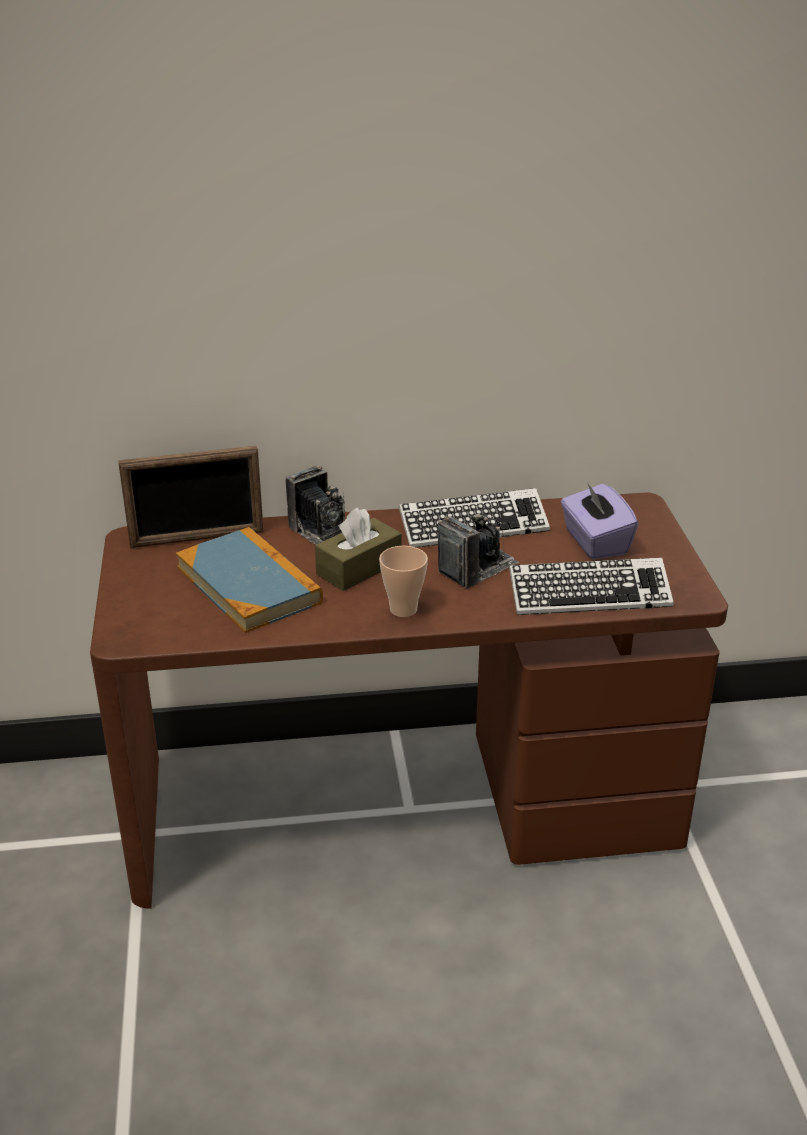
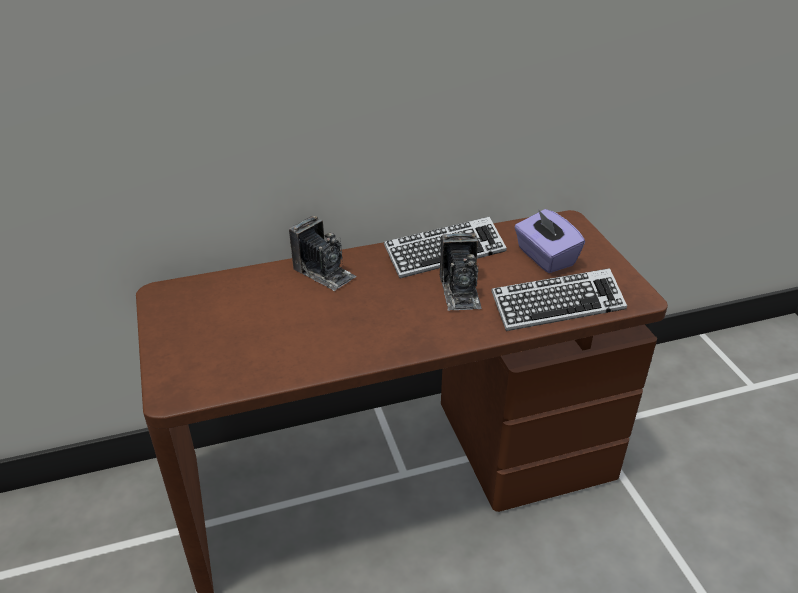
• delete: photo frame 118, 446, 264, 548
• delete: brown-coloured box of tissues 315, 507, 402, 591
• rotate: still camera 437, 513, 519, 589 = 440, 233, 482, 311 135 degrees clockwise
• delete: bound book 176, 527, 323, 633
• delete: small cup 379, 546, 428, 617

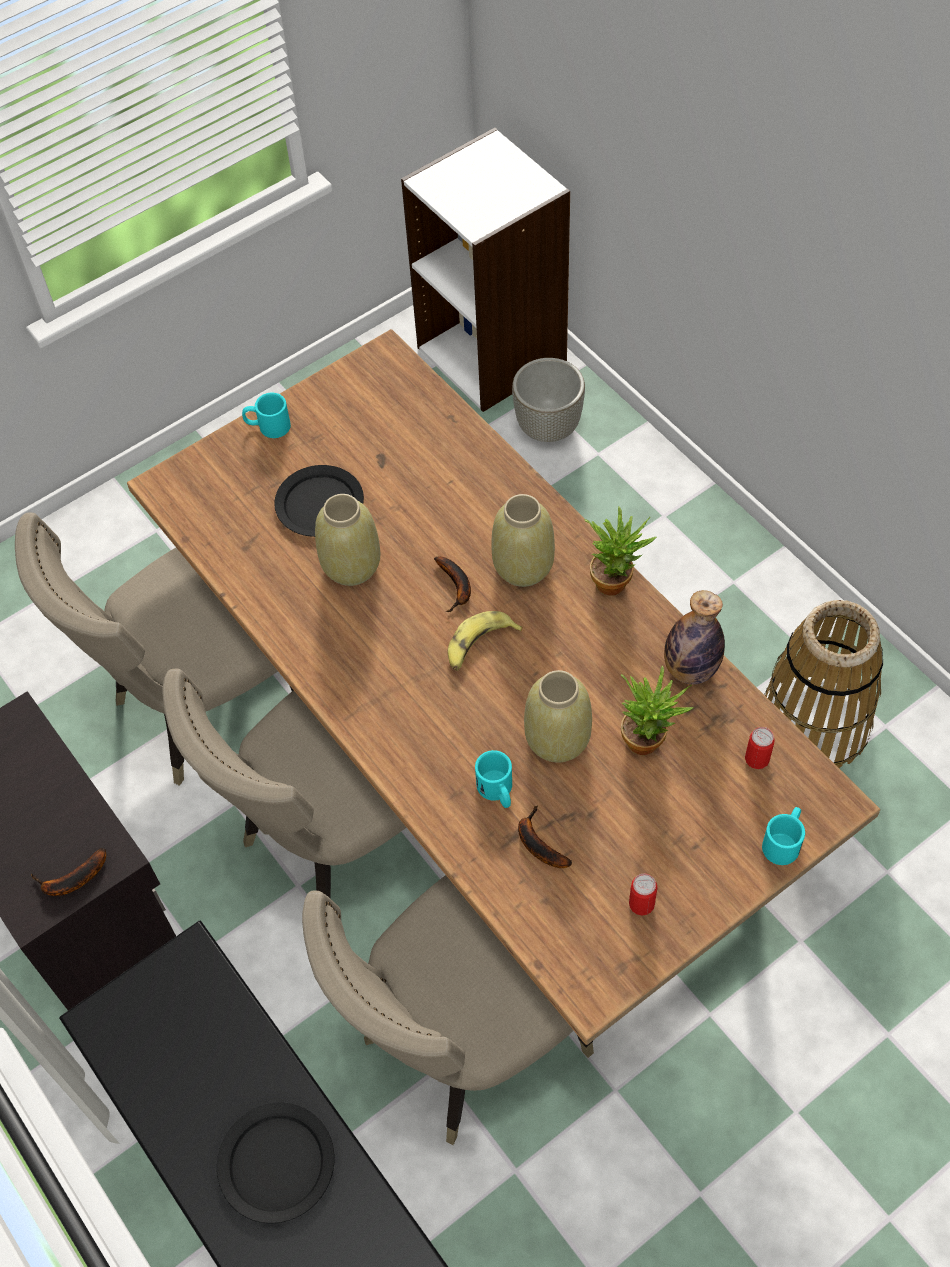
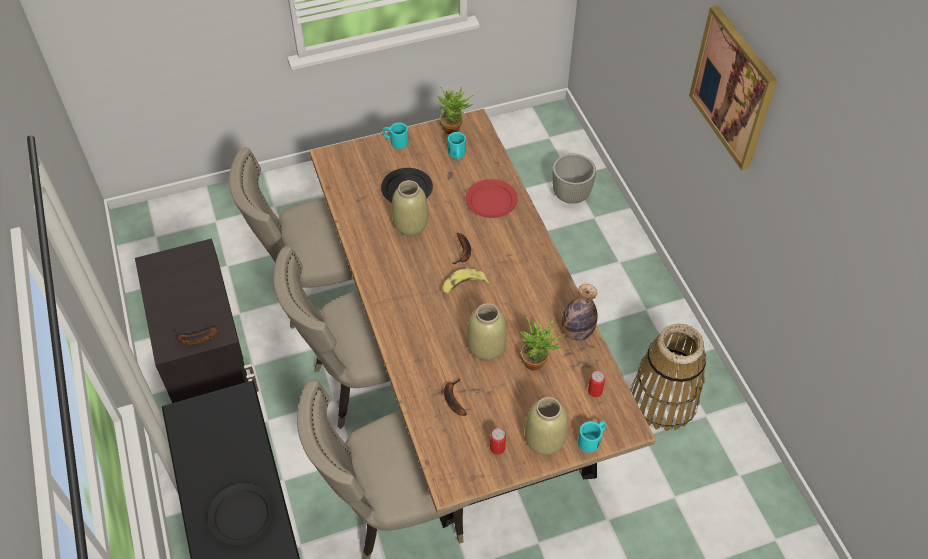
• delete: whitish bookshelf 401, 128, 570, 412
• move: sand-coloured flower vase 492, 494, 555, 587 to 525, 397, 568, 455
• move: potted plant 584, 506, 656, 596 to 438, 86, 473, 134
• move: turquoise-coloured tea mug 475, 750, 512, 808 to 448, 132, 466, 161
• insert: wall art 689, 5, 777, 170
• insert: red-coloured flat dish 466, 179, 518, 218

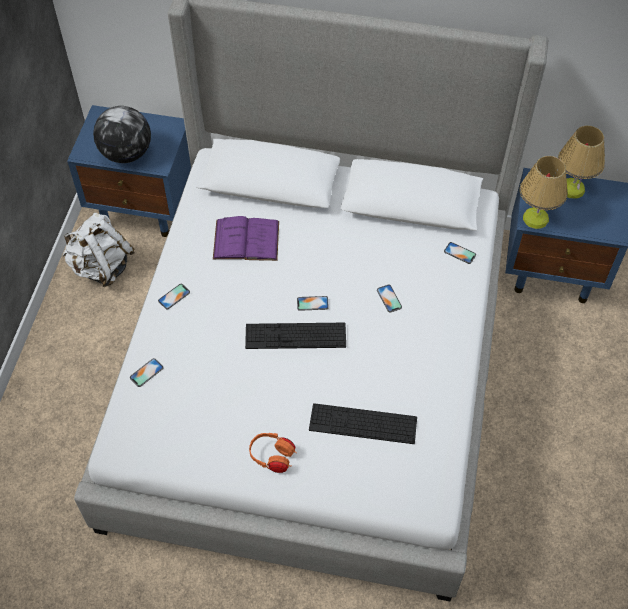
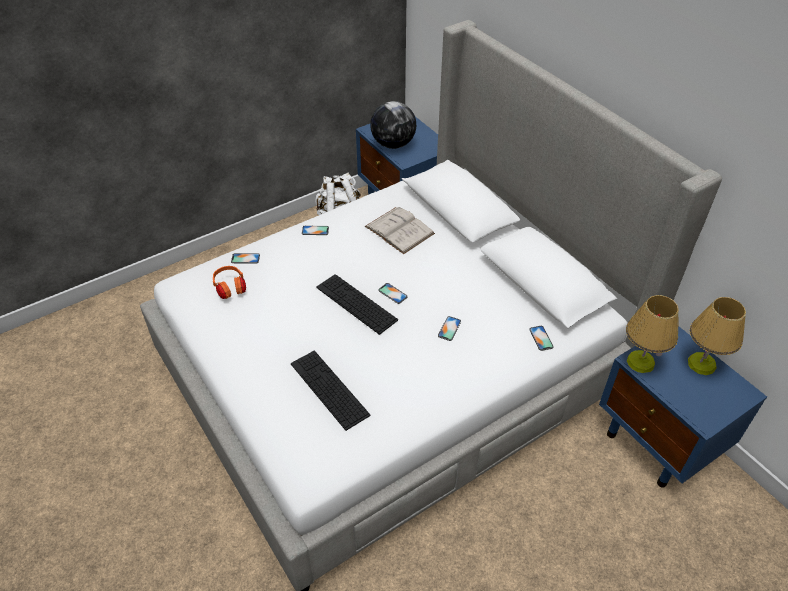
• recolor: purplish bound book 213, 216, 279, 261 to whitish bound book 365, 207, 435, 254
• move: orangey headset 249, 433, 297, 473 to 213, 266, 246, 299

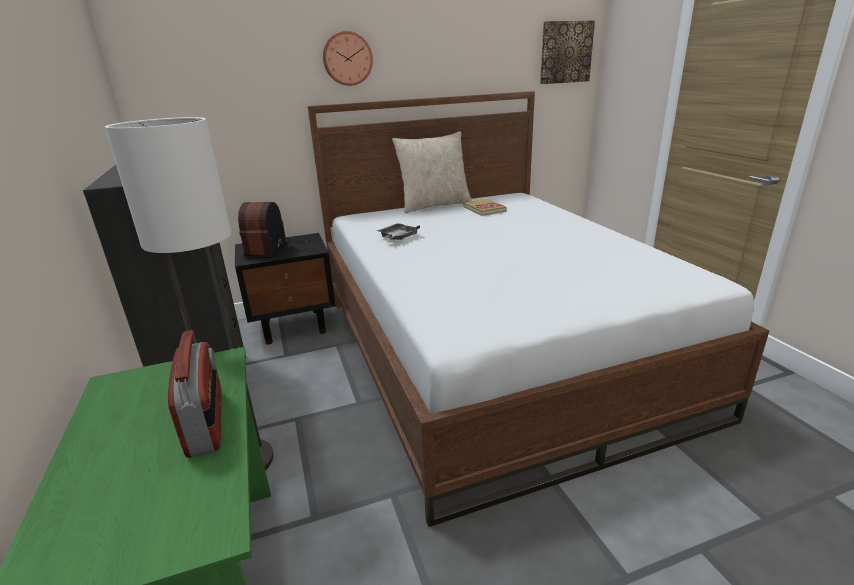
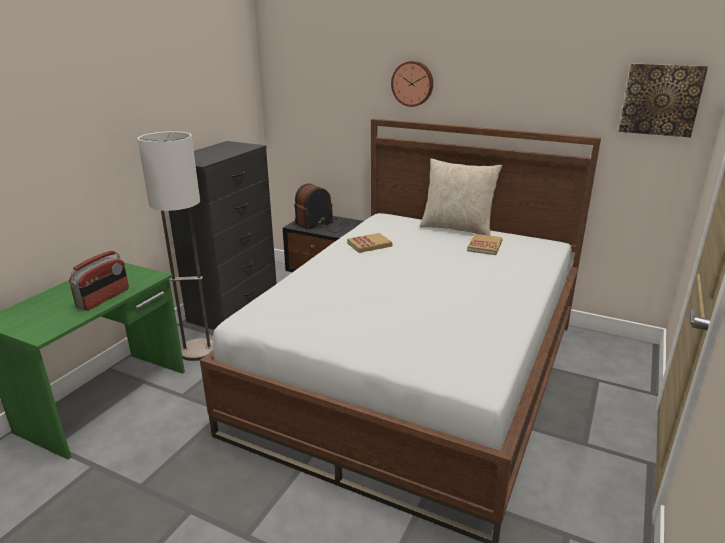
• replace: gray serving tray 377, 223, 420, 240 to bound book 347, 233, 393, 253

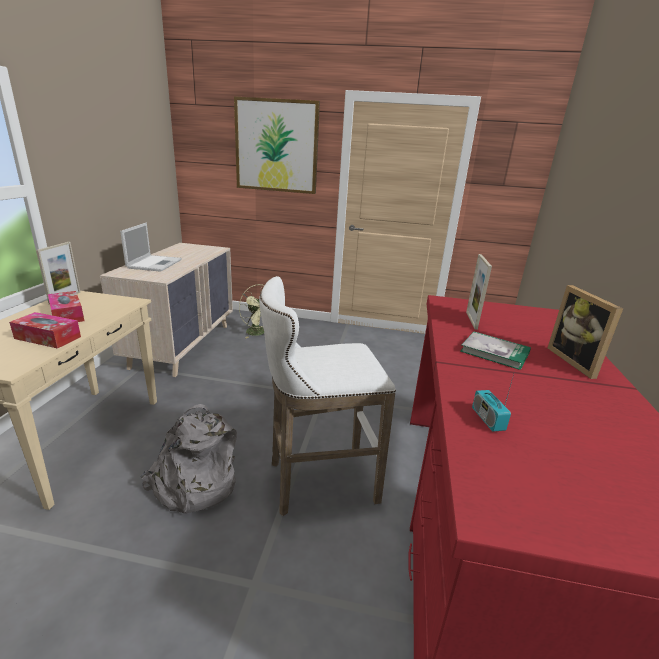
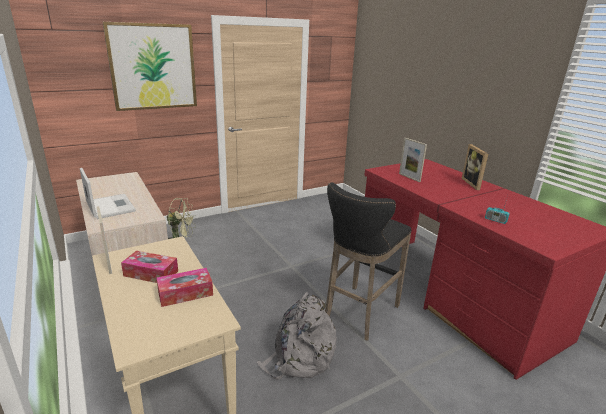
• recolor: whitish stool seat 259, 276, 396, 516 to black stool seat 325, 182, 412, 340
• rotate: photo frame 548, 285, 623, 379 = 462, 144, 488, 190 45 degrees clockwise
• delete: bound book 460, 332, 531, 370

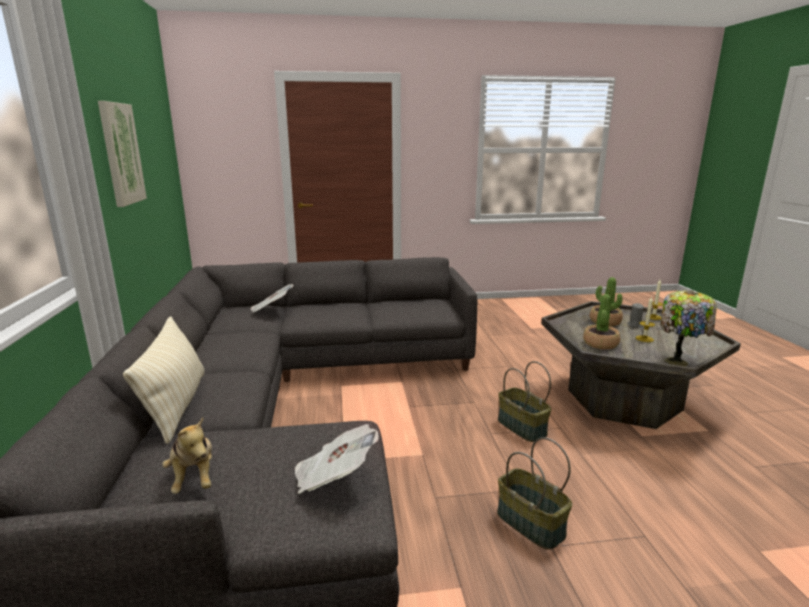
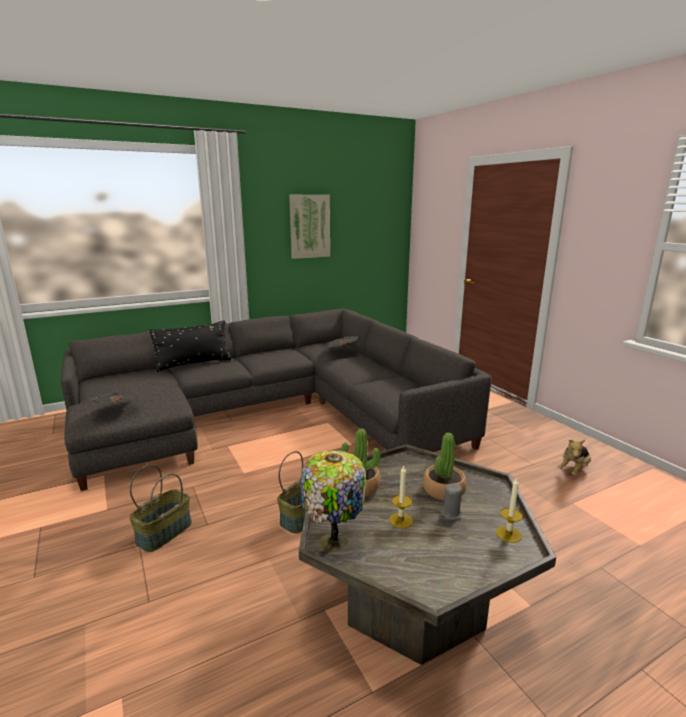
• recolor: sand-coloured pillow 123, 316, 204, 444 to black pillow 149, 320, 232, 372
• move: cuddly toy 162, 417, 212, 494 to 558, 440, 591, 476

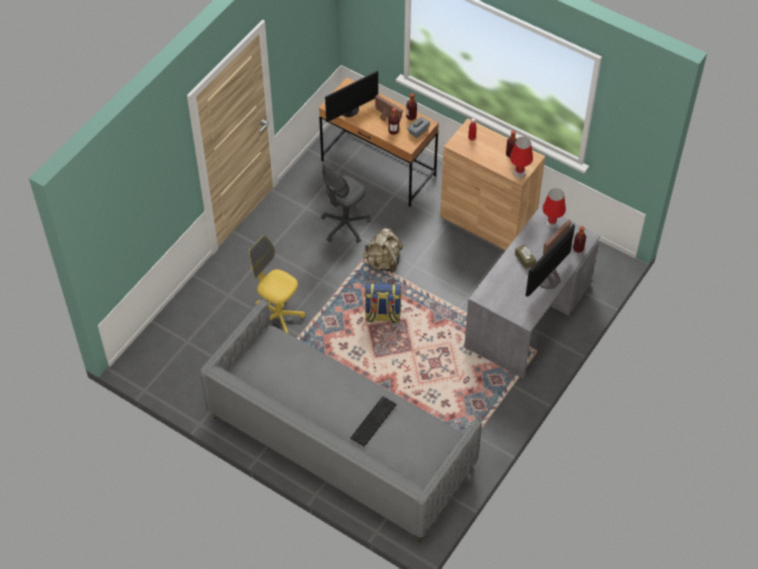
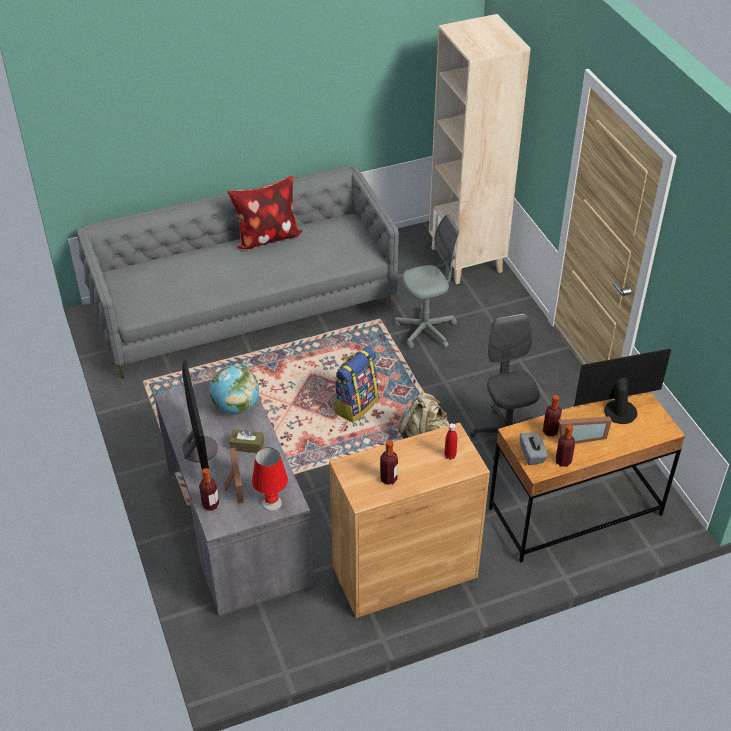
• rotate: computer display 325, 70, 378, 122 = 574, 349, 671, 424 75 degrees clockwise
• delete: red-coloured table lamp 510, 137, 533, 178
• recolor: yellowish desk chair 249, 235, 305, 334 to gray desk chair 394, 215, 459, 349
• delete: PC keyboard 350, 396, 397, 447
• insert: sand-coloured bookshelf 429, 14, 531, 284
• insert: pillow 227, 175, 302, 249
• insert: globe 210, 365, 259, 414

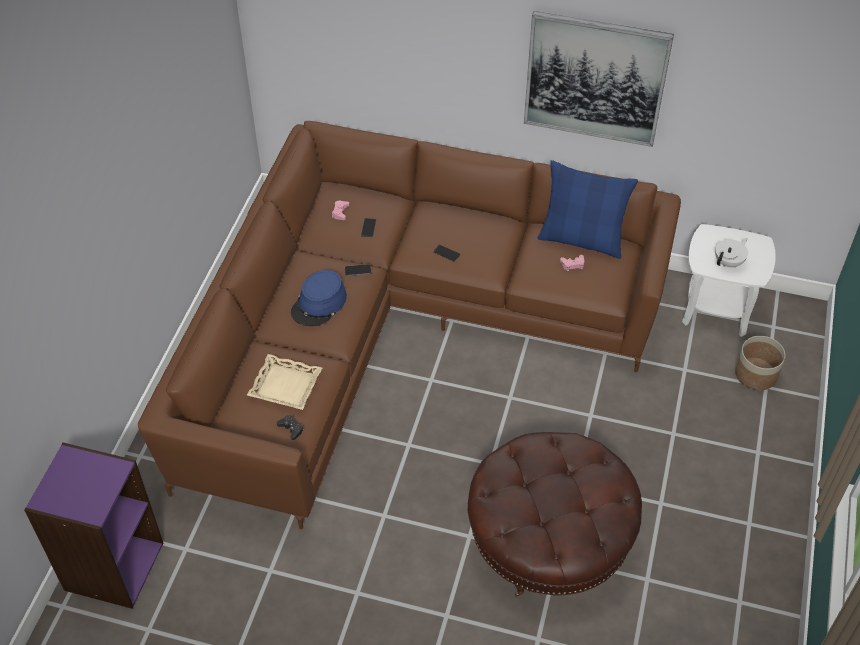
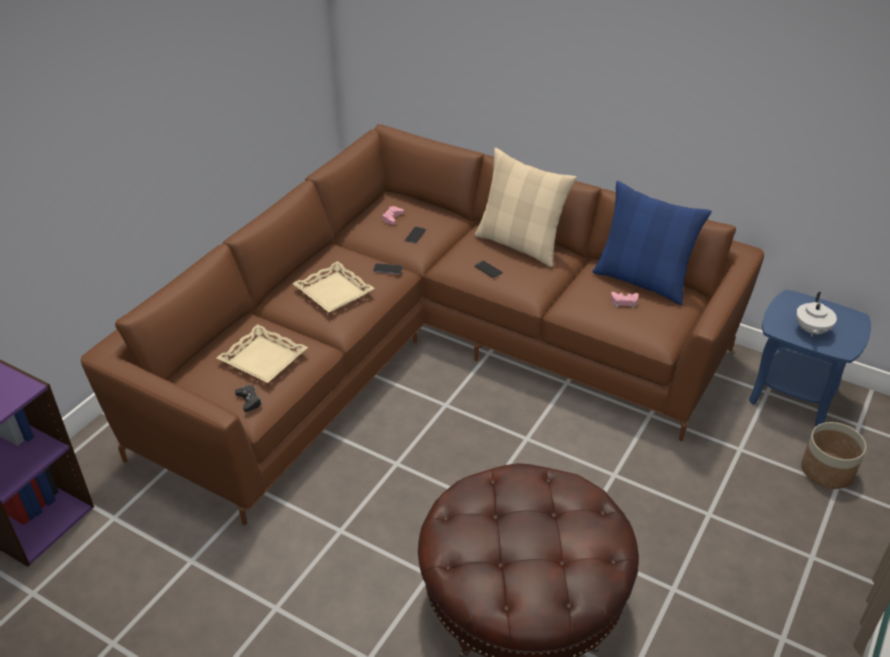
• delete: wall art 524, 11, 674, 147
• recolor: whitish accent table 682, 224, 776, 337 to bluish accent table 749, 290, 871, 426
• rotate: whitish teapot 715, 238, 748, 267 = 796, 292, 837, 337 135 degrees clockwise
• replace: bluish wearable hat 291, 270, 347, 326 to sand-coloured serving tray 292, 261, 375, 312
• insert: sand-coloured pillow 475, 148, 577, 267

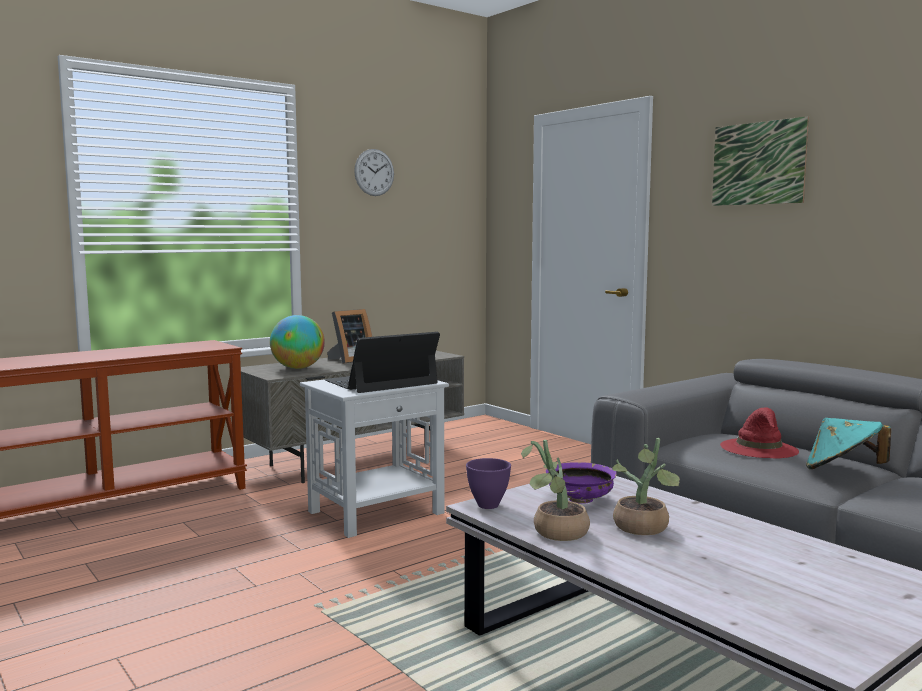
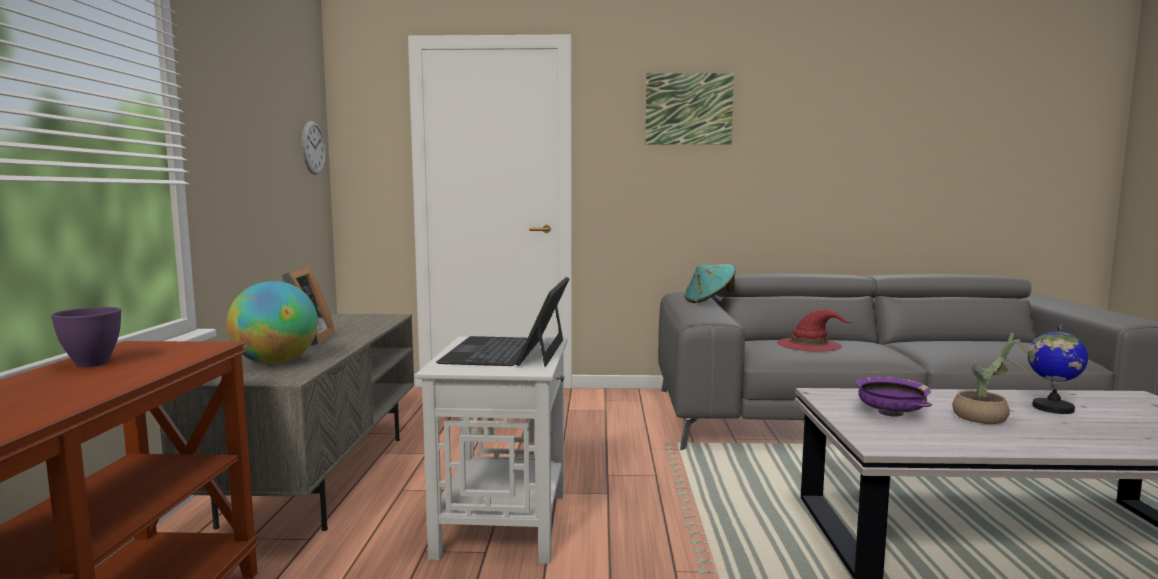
• move: wall clock 354, 149, 394, 196 to 302, 121, 325, 175
• move: turquoise-coloured wearable hat 806, 418, 891, 469 to 684, 264, 736, 303
• delete: potted plant 521, 440, 590, 541
• move: purplish bowl 466, 458, 511, 509 to 51, 307, 121, 367
• insert: globe 1028, 324, 1088, 414

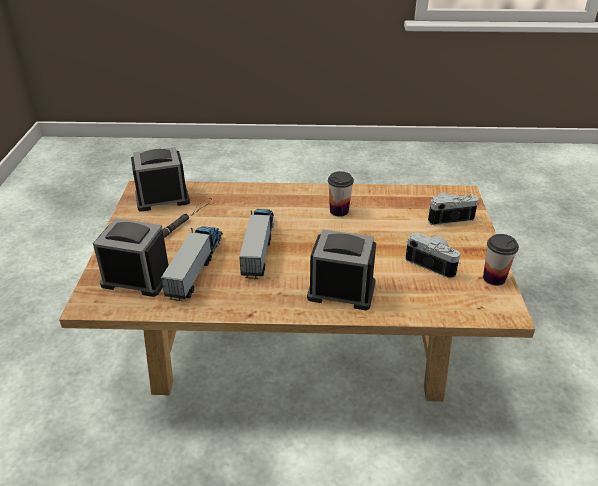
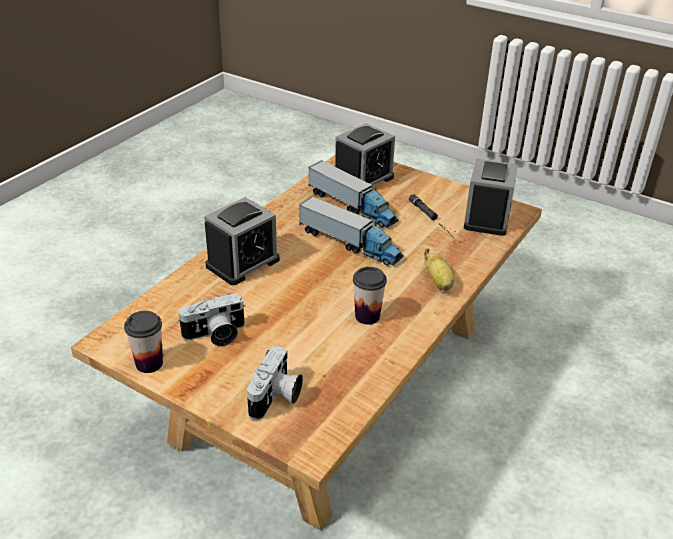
• insert: banana fruit 424, 249, 454, 291

